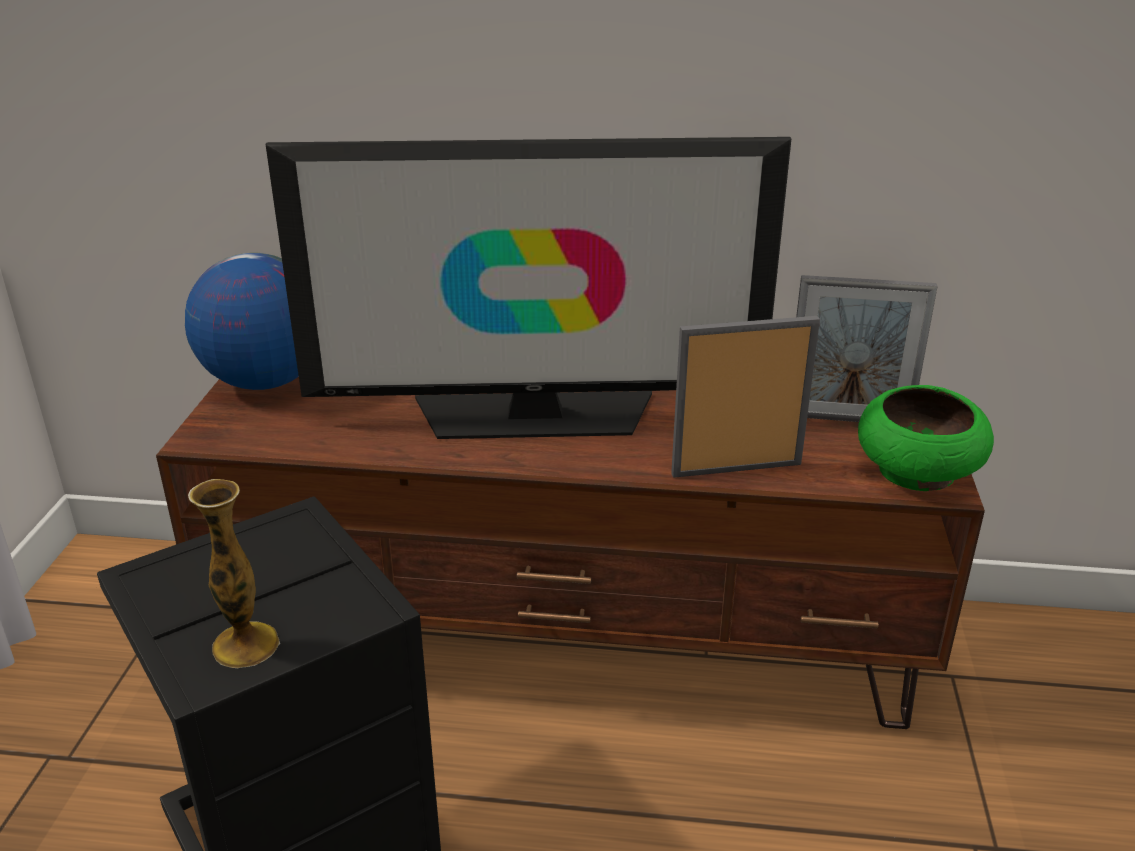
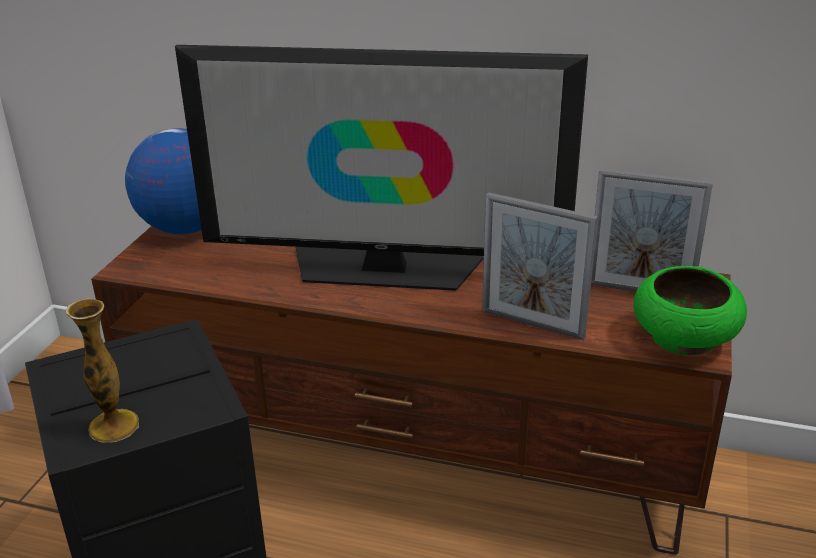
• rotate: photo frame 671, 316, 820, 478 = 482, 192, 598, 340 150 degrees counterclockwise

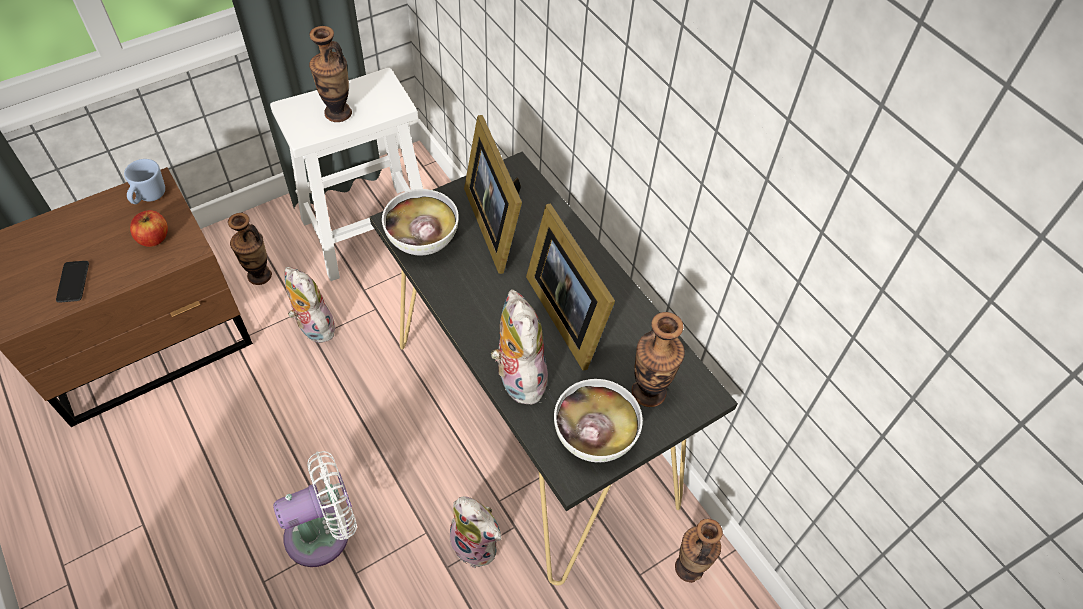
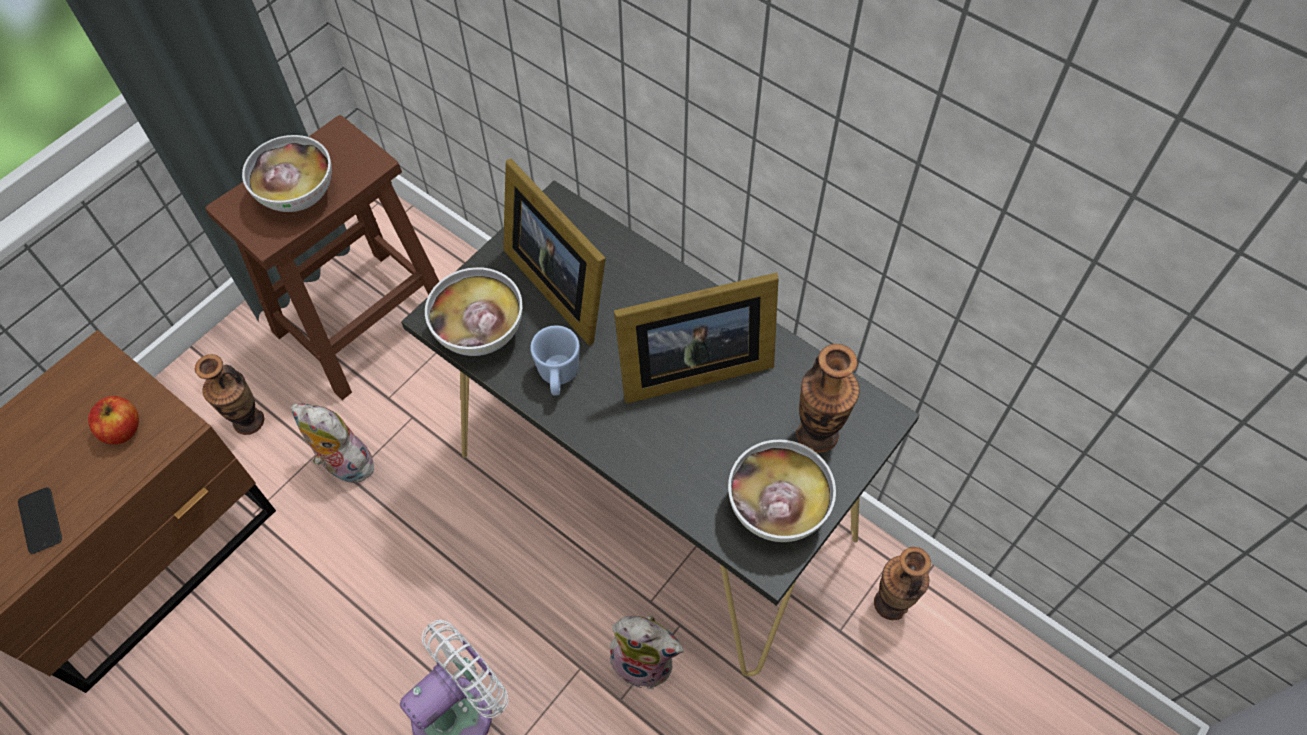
• replace: flower vase 309, 26, 352, 122 to bowl 242, 135, 332, 212
• recolor: whitish stool seat 270, 68, 423, 281 to brown-coloured stool seat 205, 115, 439, 400
• move: bluish tea mug 124, 159, 165, 204 to 530, 325, 580, 395
• rotate: photo frame 526, 203, 615, 371 = 614, 272, 779, 404 60 degrees counterclockwise
• delete: cuddly toy 491, 289, 548, 405

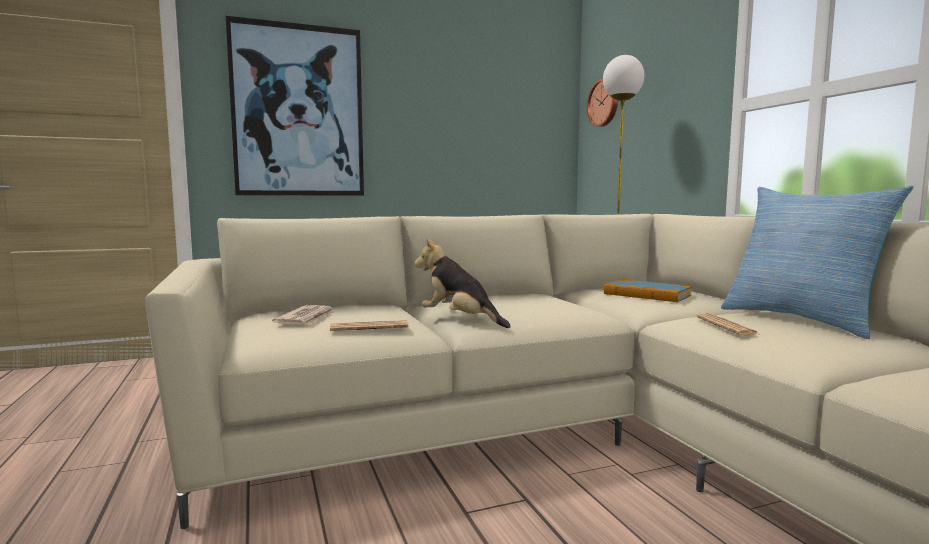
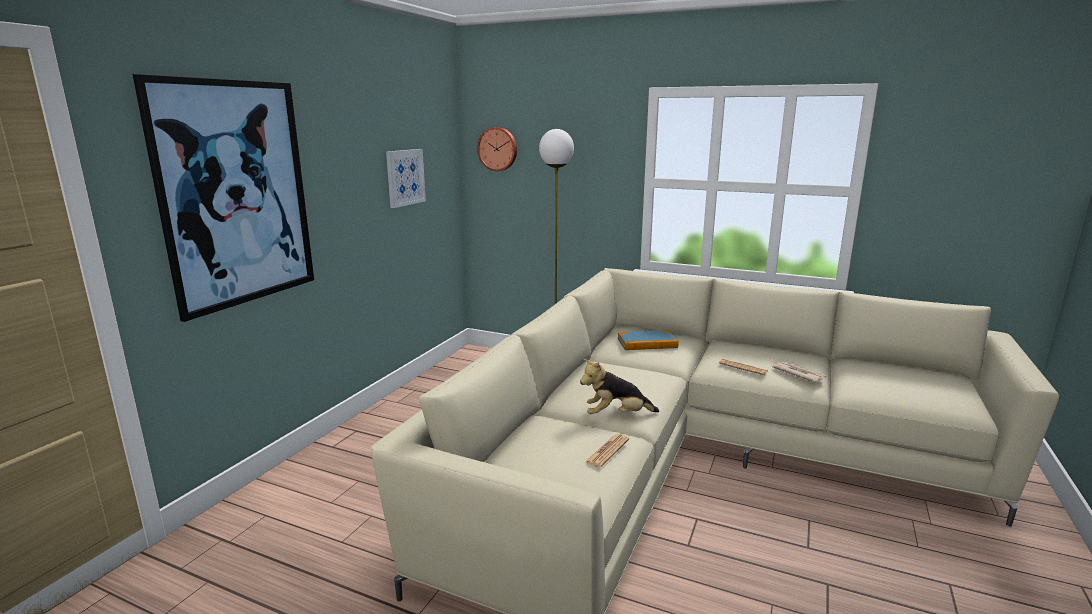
• delete: pillow 721, 186, 914, 339
• move: newspaper 272, 305, 334, 324 to 773, 361, 826, 382
• insert: wall art 386, 149, 426, 208

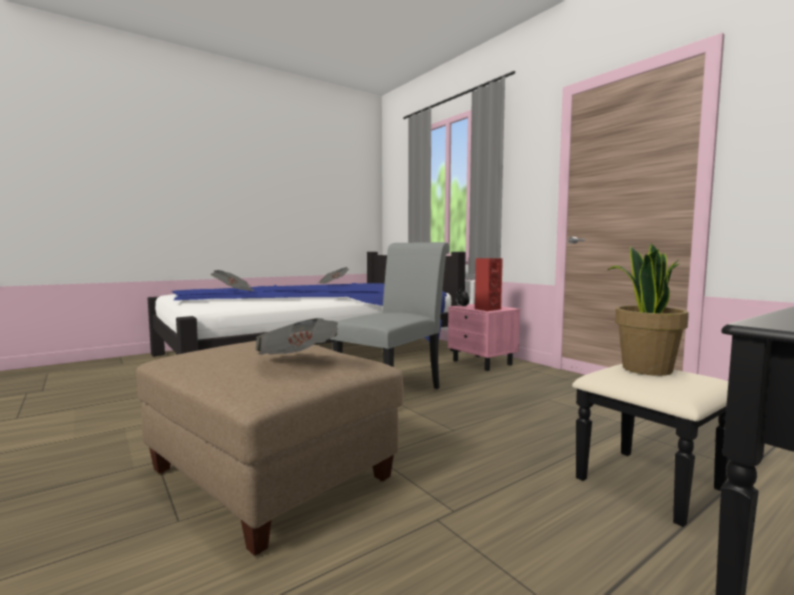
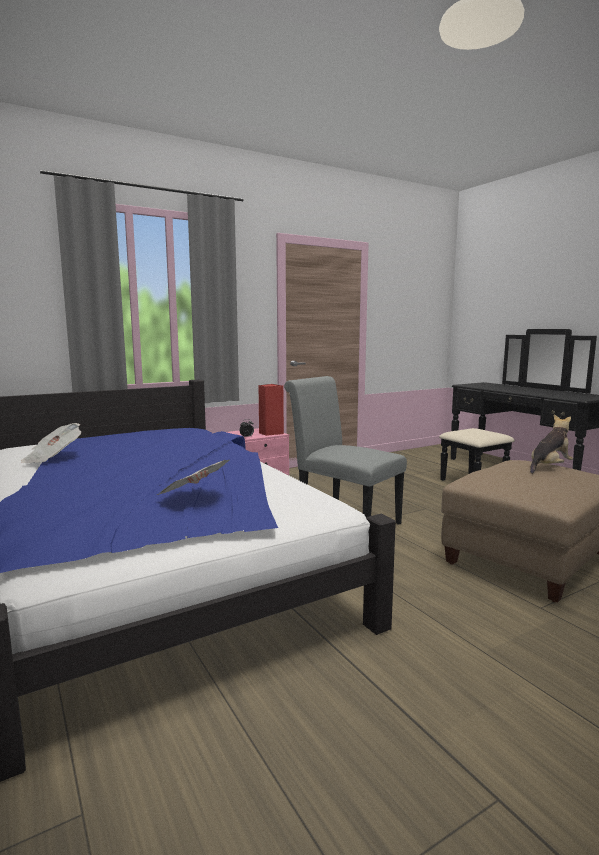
• delete: potted plant 607, 243, 689, 376
• replace: newspaper 256, 318, 338, 355 to cuddly toy 530, 414, 573, 474

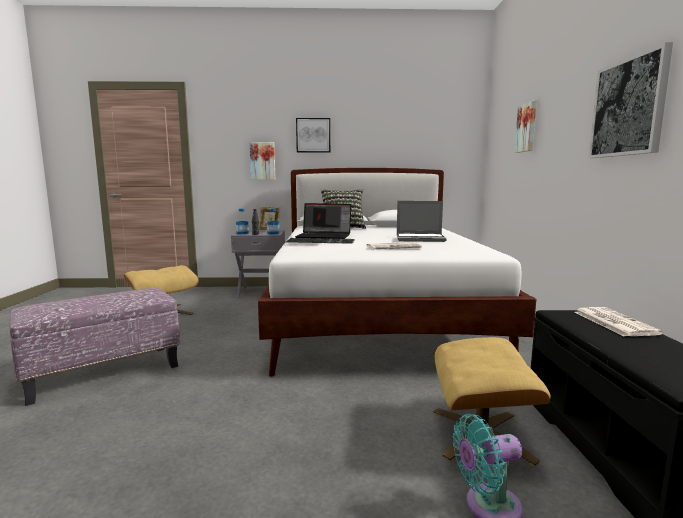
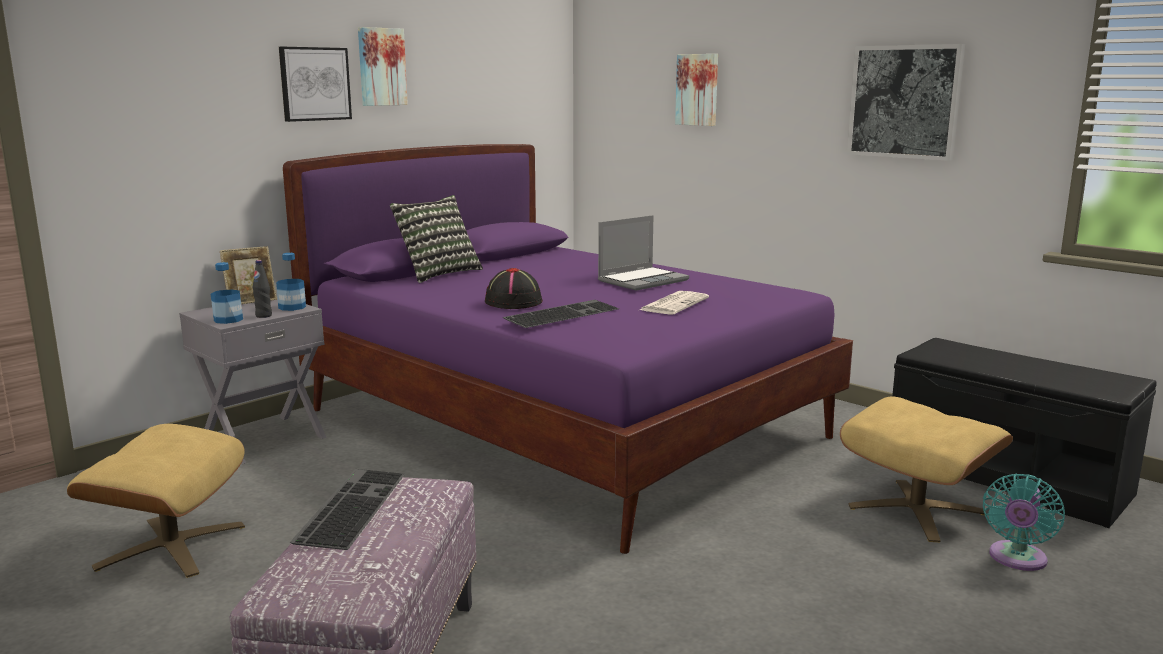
• move: wall art 249, 142, 275, 180 to 358, 27, 408, 106
• recolor: whitish bedroom bed 258, 168, 536, 377 to purplish bedroom bed 283, 144, 853, 554
• replace: notebook computer 295, 203, 351, 239 to black wearable hat 485, 268, 543, 309
• delete: newspaper 575, 307, 663, 336
• insert: PC keyboard 290, 469, 405, 550

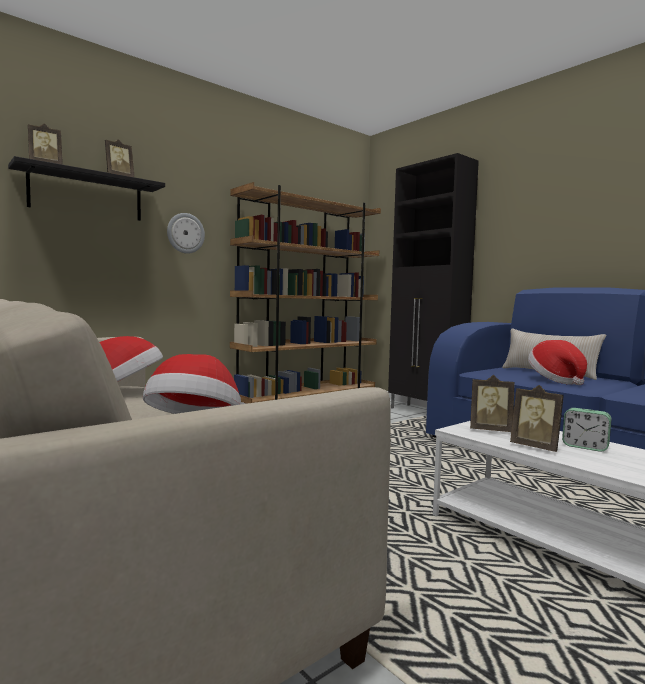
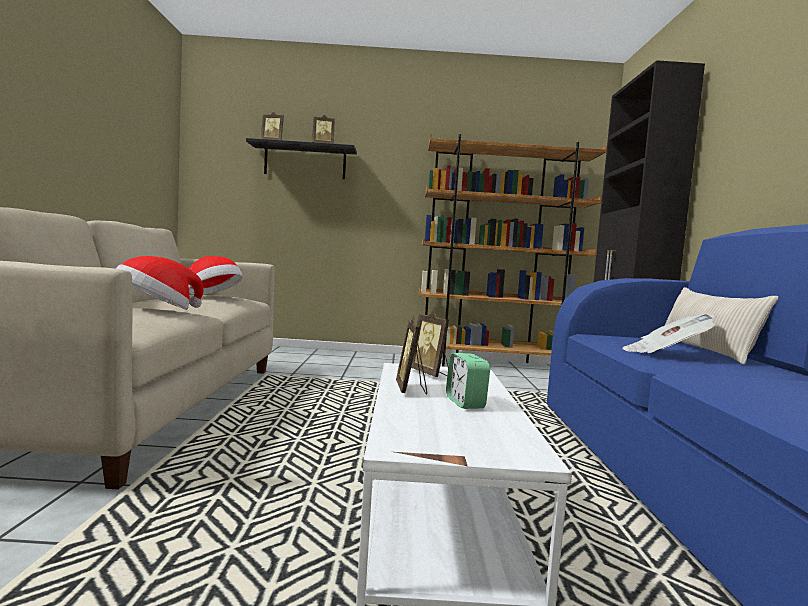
• delete: wall clock 167, 213, 205, 254
• replace: wearable hat 528, 340, 587, 385 to newspaper 623, 314, 716, 353

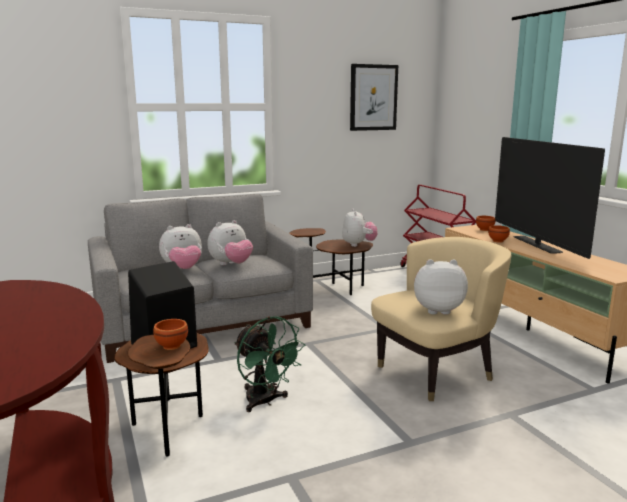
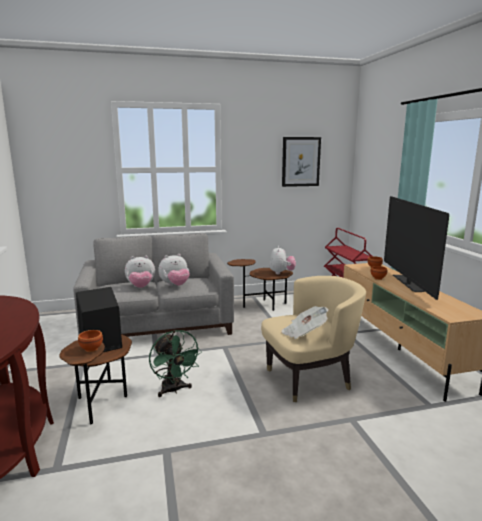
• replace: cuddly toy 414, 259, 468, 315 to newspaper 281, 306, 329, 339

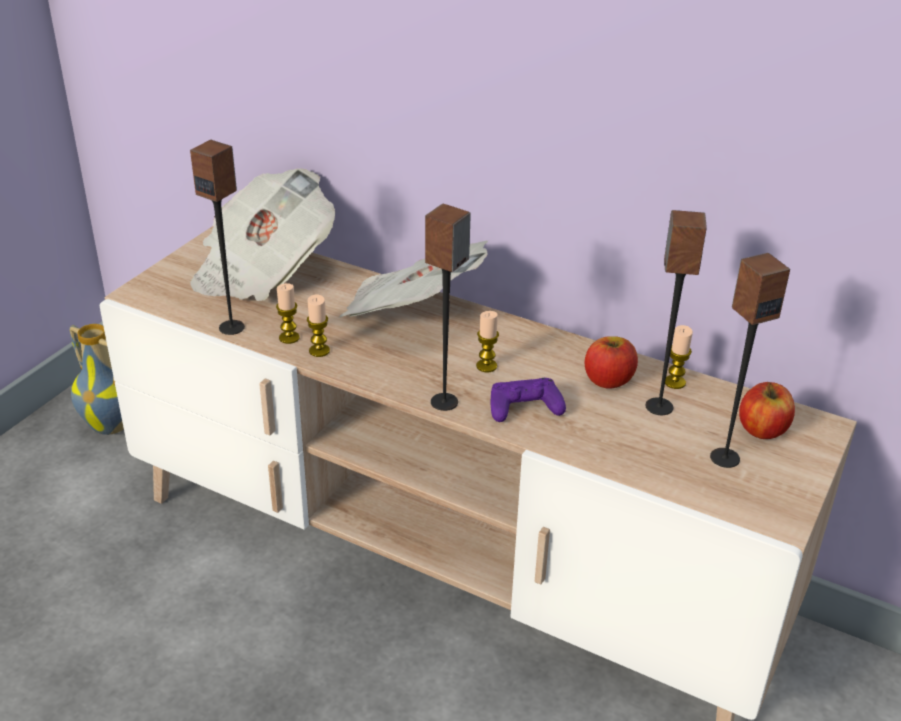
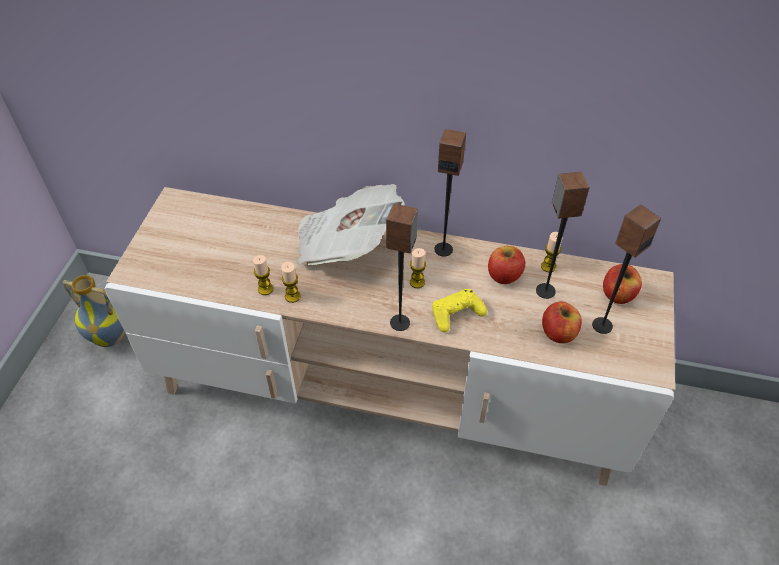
• move: audio speaker 190, 140, 245, 335 to 434, 129, 466, 257
• delete: newspaper 190, 168, 335, 301
• recolor: purplish joypad 491, 378, 566, 422 to yellowish joypad 432, 289, 487, 332
• insert: apple 542, 302, 582, 343

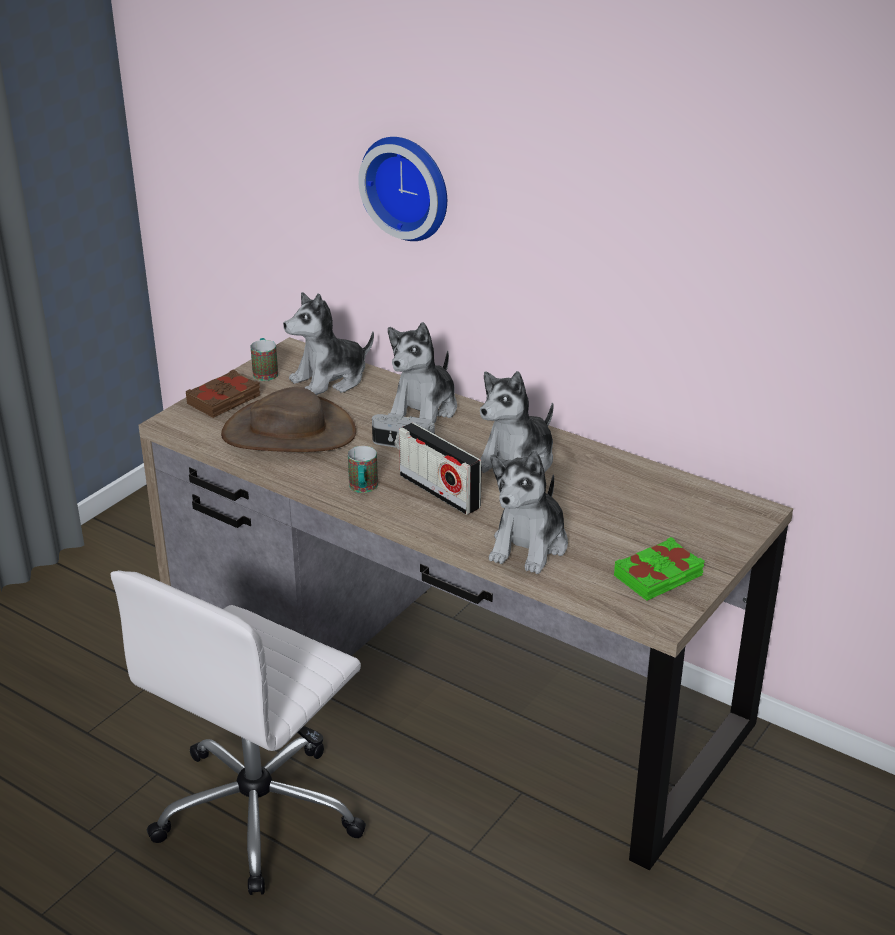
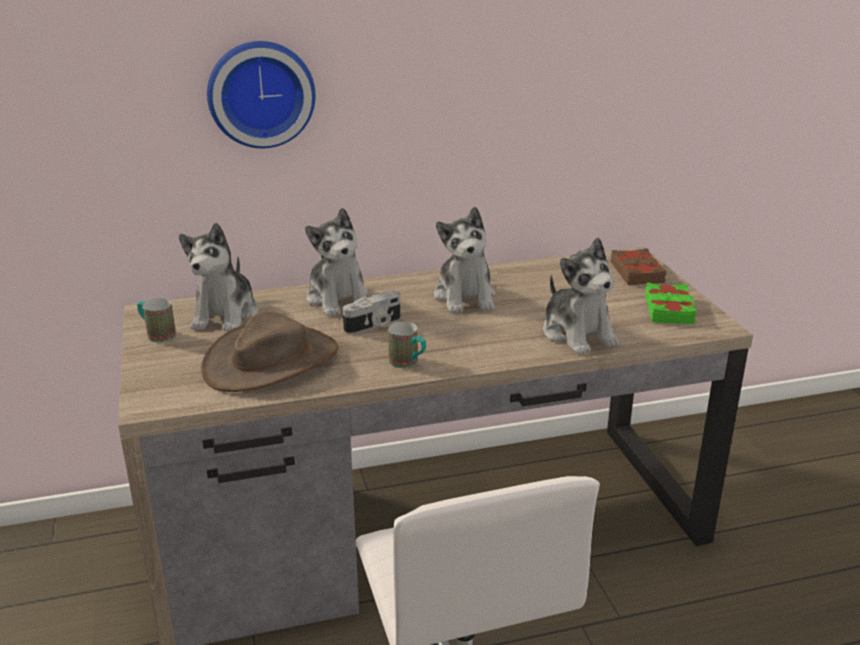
• move: brown-coloured bound book 186, 369, 260, 418 to 610, 248, 666, 285
• delete: radio set 399, 422, 482, 515

